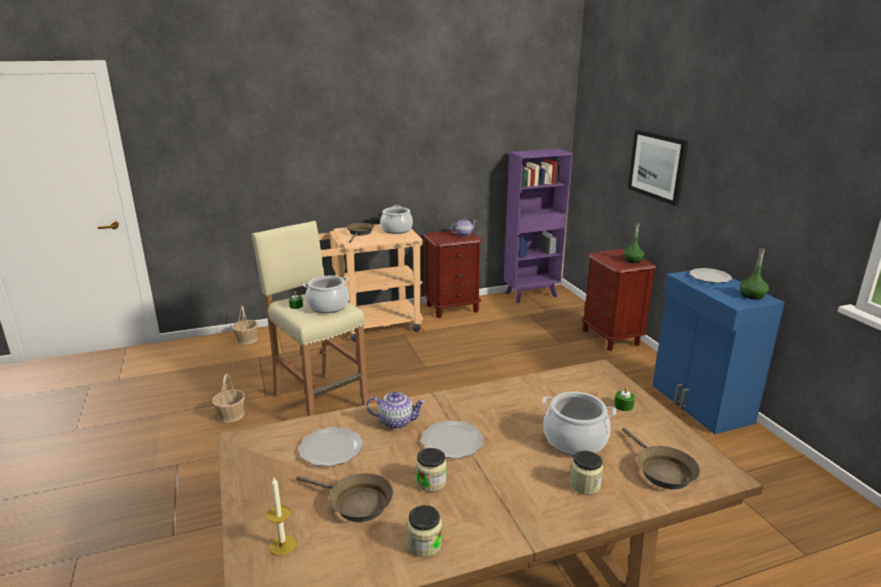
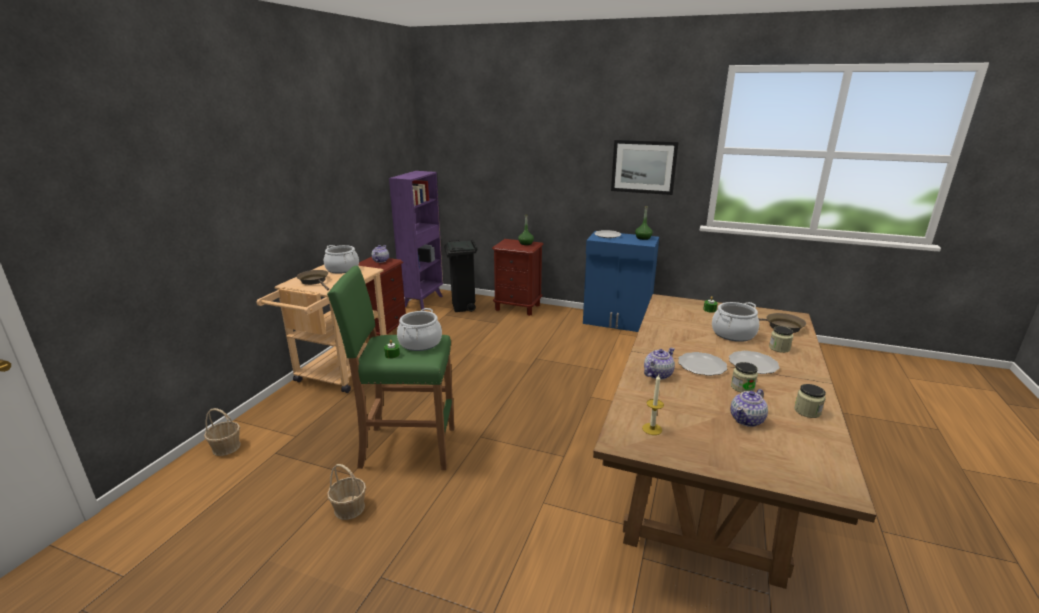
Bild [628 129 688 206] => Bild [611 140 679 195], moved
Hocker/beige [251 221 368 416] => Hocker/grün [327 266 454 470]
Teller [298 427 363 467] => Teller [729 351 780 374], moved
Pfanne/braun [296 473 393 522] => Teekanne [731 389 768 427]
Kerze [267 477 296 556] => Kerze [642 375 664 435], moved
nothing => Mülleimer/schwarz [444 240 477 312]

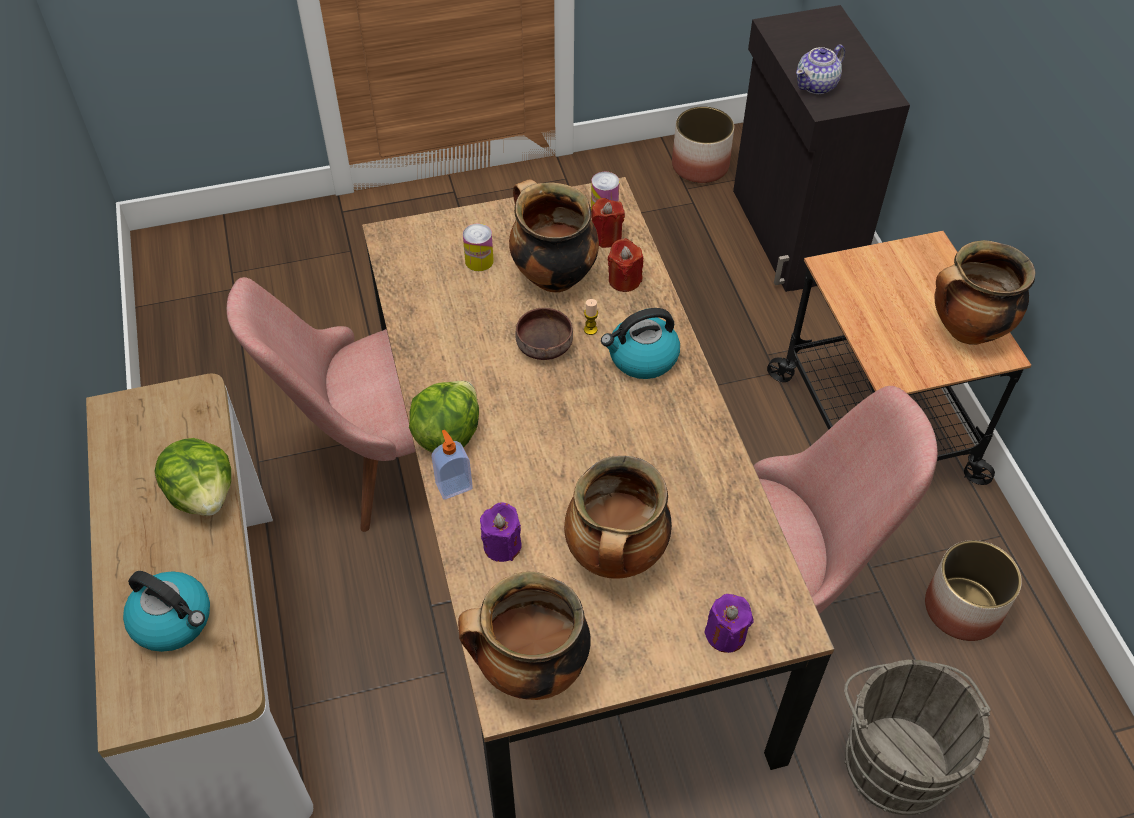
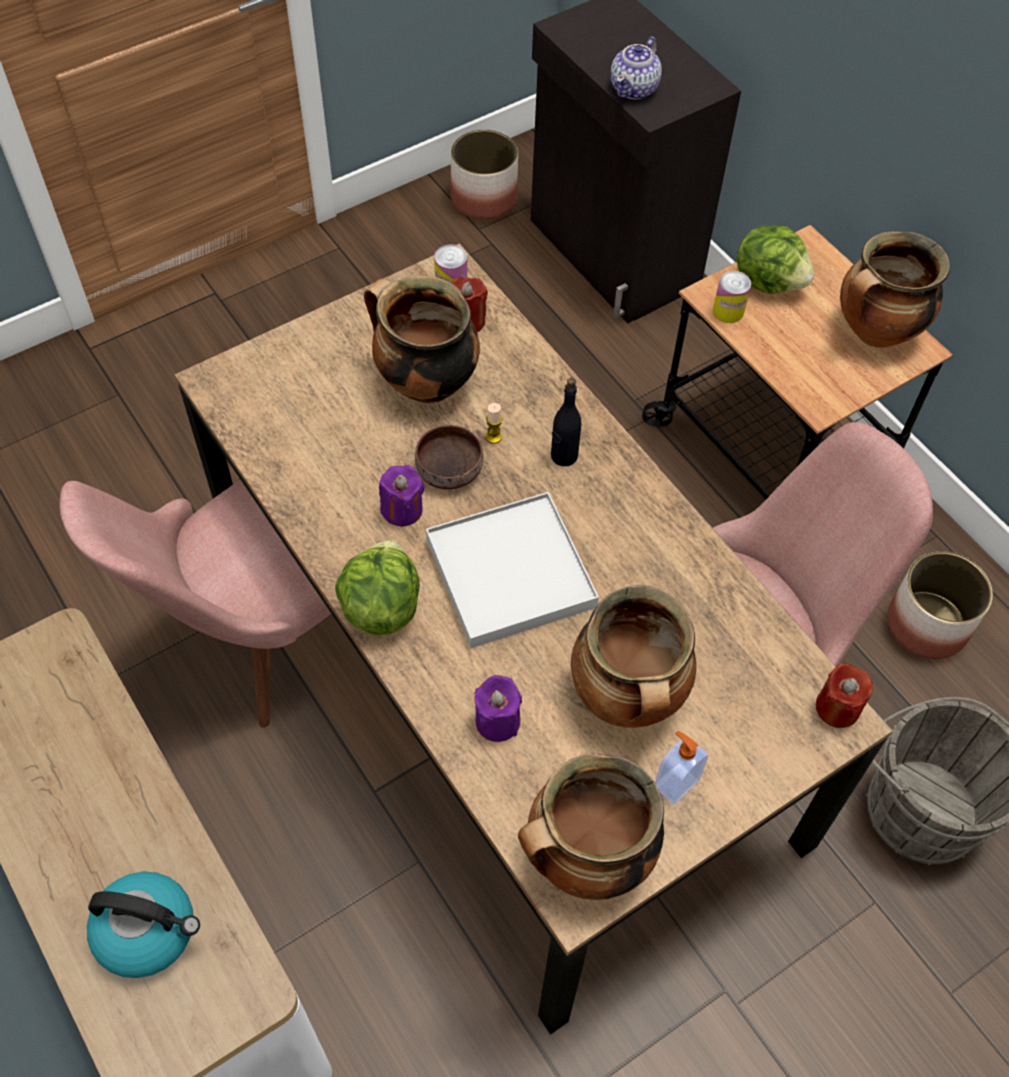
Dose [463 223 494 271] => Dose [713 271 751 323], moved
Kerze/rot [608 238 643 292] => Kerze/rot [816 662 873 728], moved
Wasserkessel [601 308 680 379] => Flasche/schwarz [551 378 581 466]
Seifenspender [432 430 473 500] => Seifenspender [655 731 709 805], moved
Salatkopf [154 438 231 516] => Salatkopf [736 226 815 294], moved
Kerze/lila [704 594 754 653] => Kerze/lila [379 465 425 526], moved
nothing => Tablett/weiß [426 492 599 648]

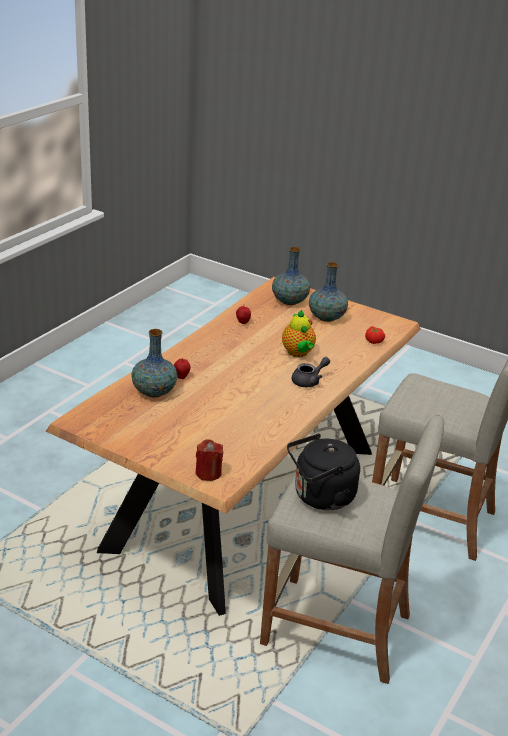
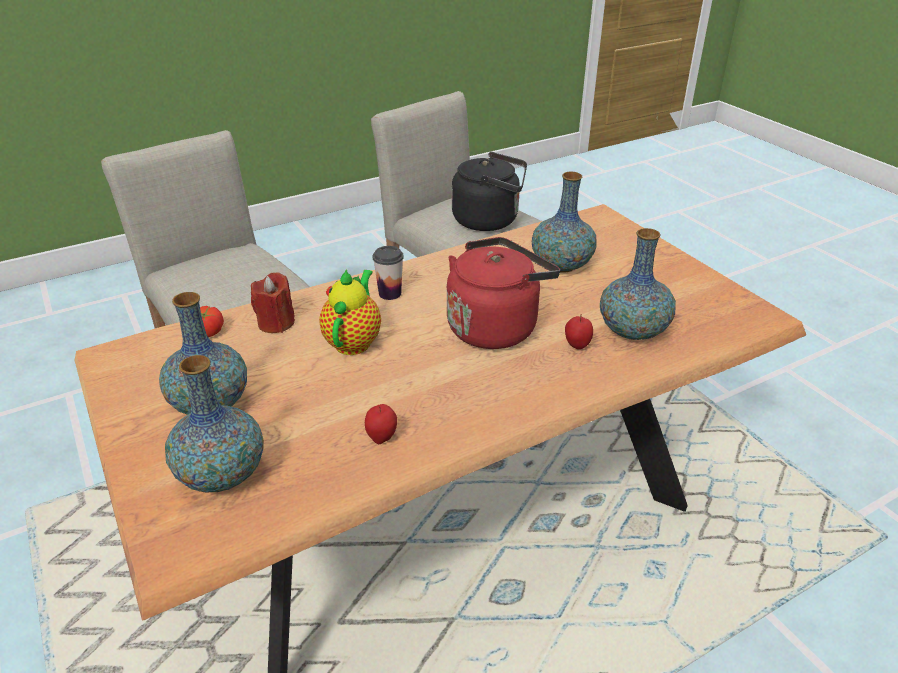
Teekanne/grau [292 357 330 387] => Tasse [373 246 404 300]
Kerze/rot [195 439 223 481] => Kerze/rot [251 272 295 333], moved
nothing => Vase [532 172 597 273]
nothing => Wasserkessel/rot [447 237 560 349]

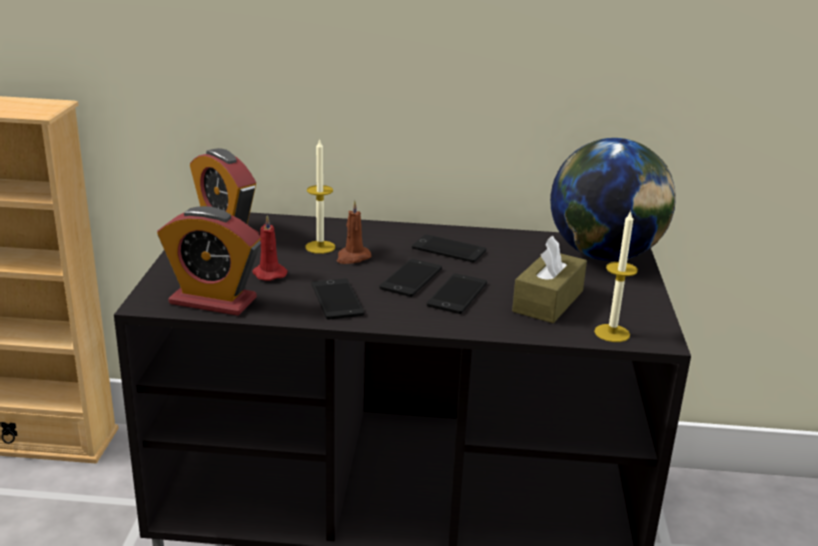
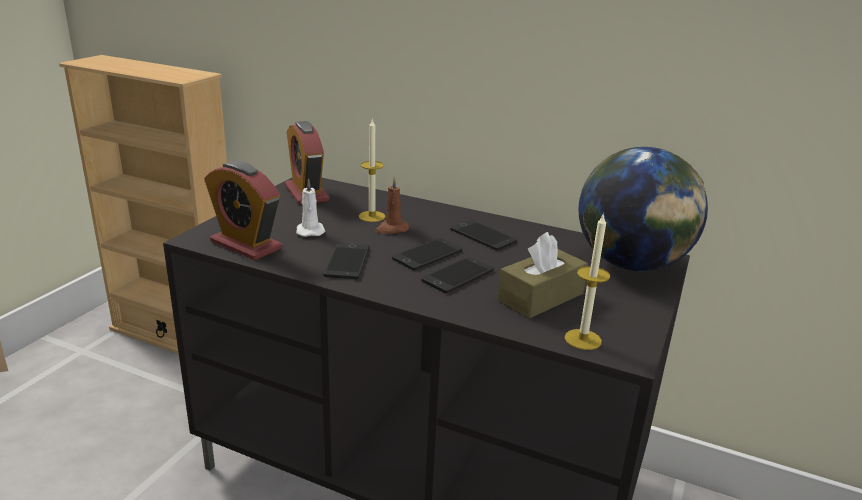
Kerze/rot [252 215 288 281] => Kerze/weiß [296 178 325 237]

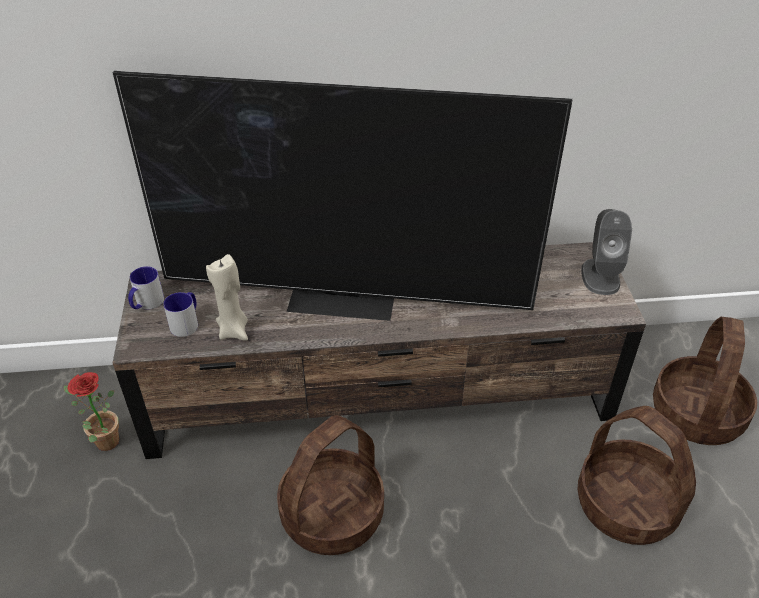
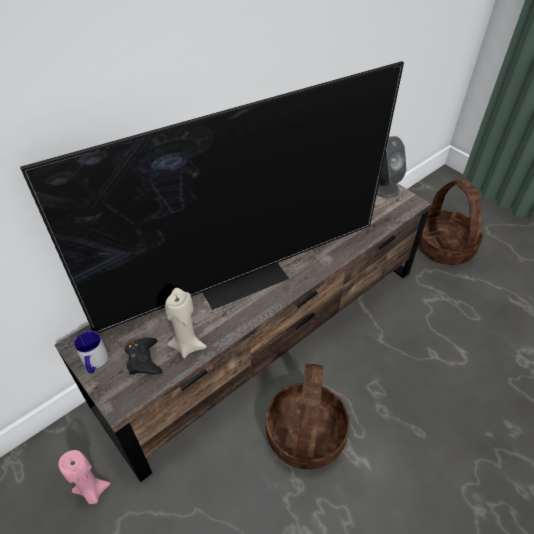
Henkelbecher [163 292 198 337] => Gamepad/schwarz [125 338 163 375]
Topfpflanze [64 372 119 451] => Kerze/rosa [58 450 110 504]
Korb [578 406 696 545] => nothing

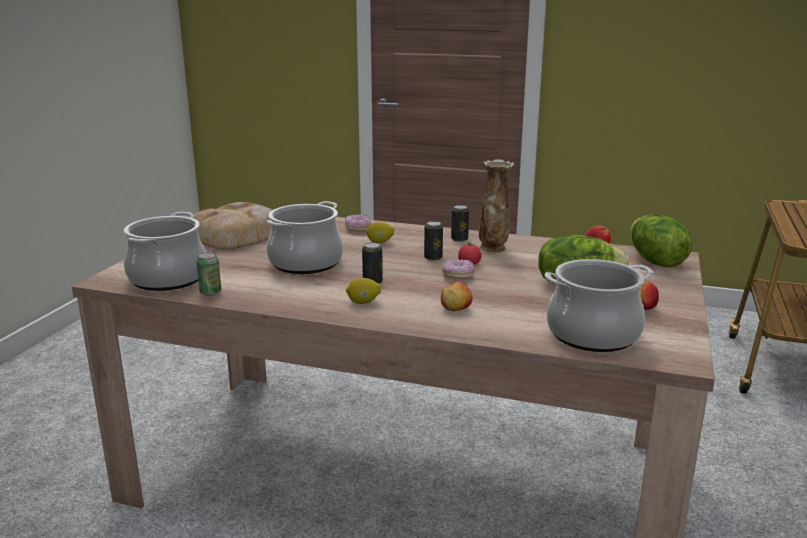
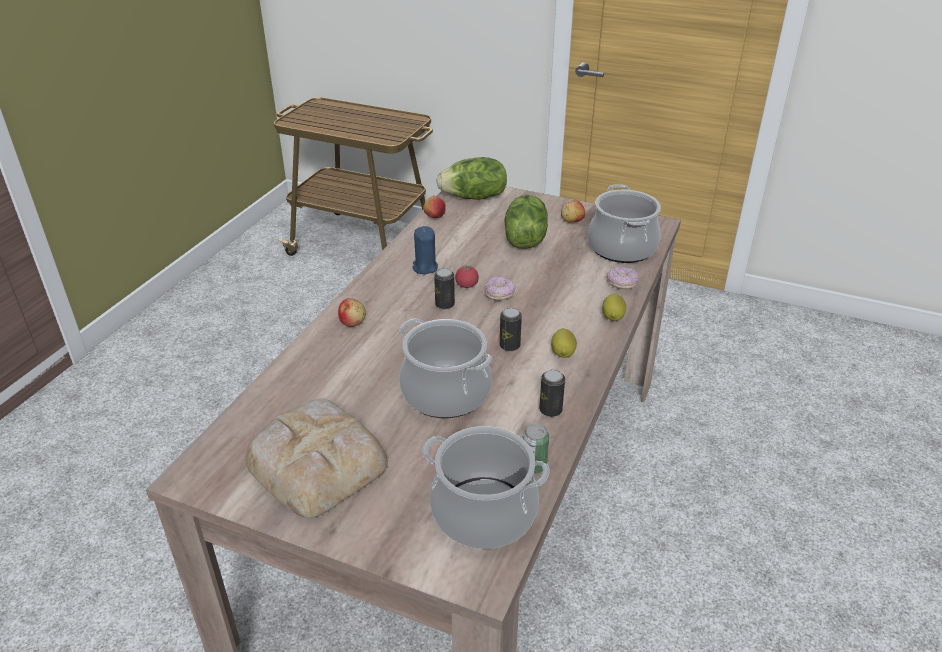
Vase [478 159 514 253] => Kerze/blau [413 226 438 274]
Dose [451 205 469 242] => Dose [539 370 565 417], moved
Donut [345 214 371 232] => Donut [607 266 638 290], moved
Zitrone [366 222 395 243] => Zitrone [602 294 627 321], moved
Apfel [441 282 472 311] => Apfel [338 298 366 327], moved

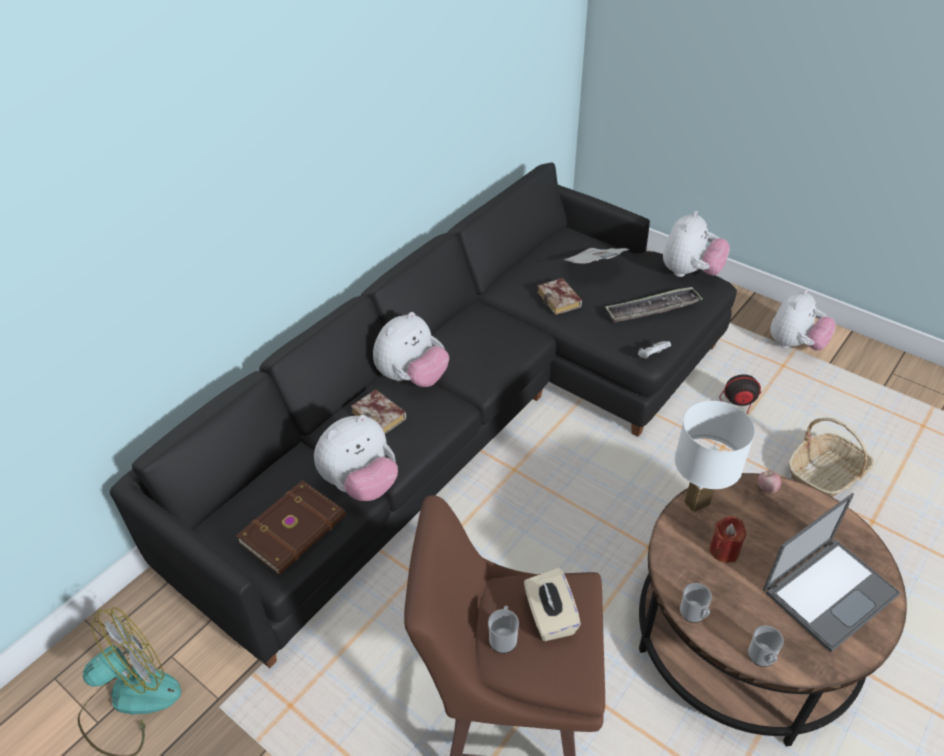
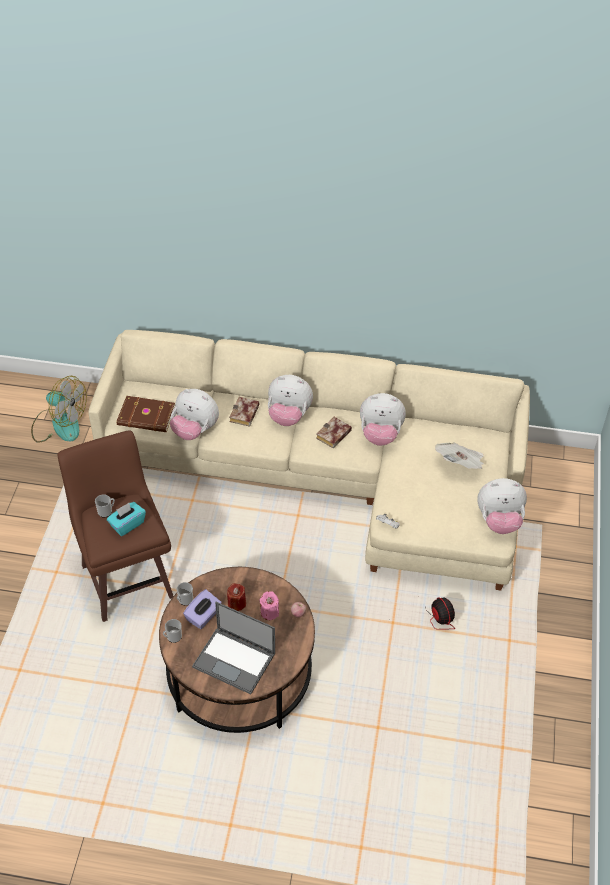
Sofa/schwarz [110 163 737 668] => Sofa/beige [88 330 530 591]
Buch [537 278 582 315] => Buch [316 417 352 449], moved
Tablett [605 286 703 323] => nothing
Plüschtier [771 289 836 351] => Plüschtier [360 393 406 446], moved
Tischlampe/weiß [675 401 755 513] => nothing
Korb [788 418 874 497] => nothing
Taschentuchbox/beige [524 568 581 641] => Taschentuchbox/türkis [107 502 146 536]
nothing => Taschentuchbox/lila [183 589 221 629]
nothing => Kerze/rosa [259 591 279 620]

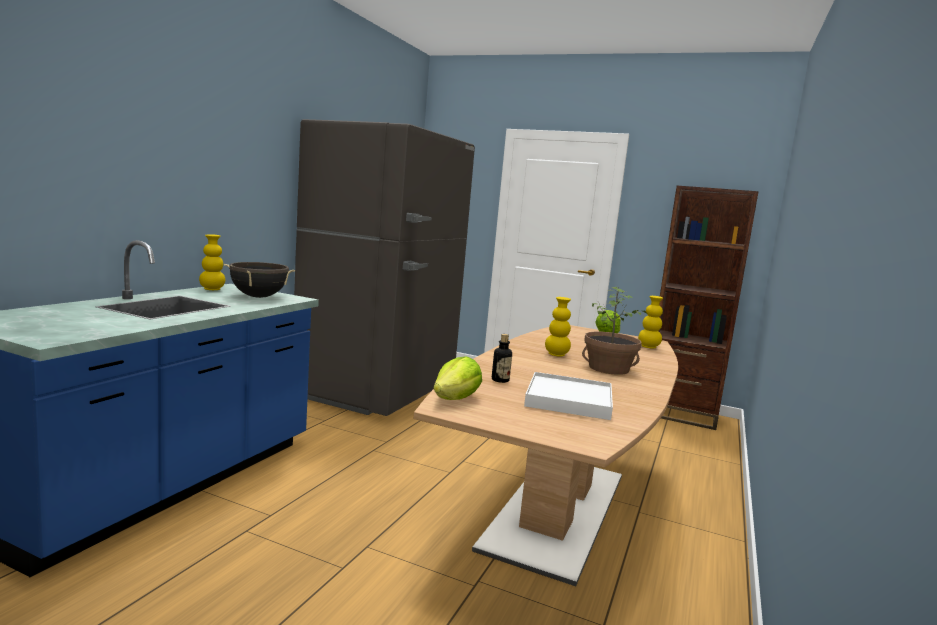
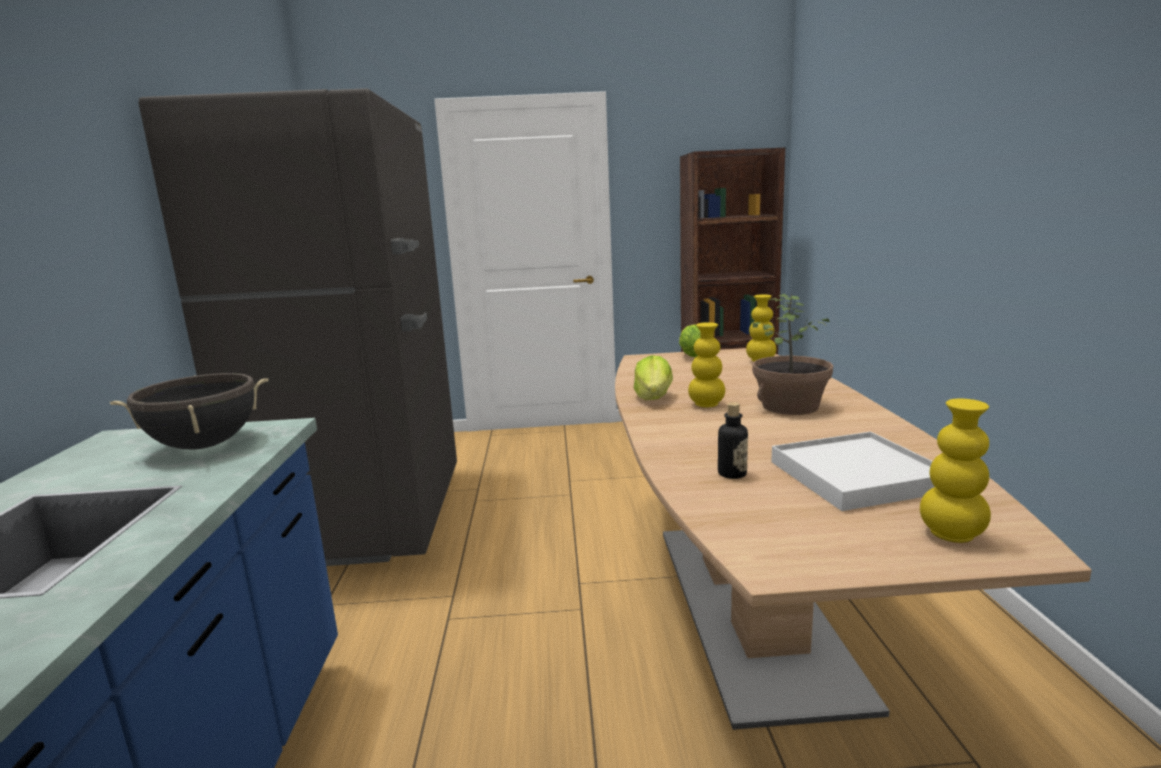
Vase/gelb [199 234 225 290] => Vase/gelb [920 399 991 543], moved
Salatkopf [433 357 482 400] => Salatkopf [634 355 673 400], moved

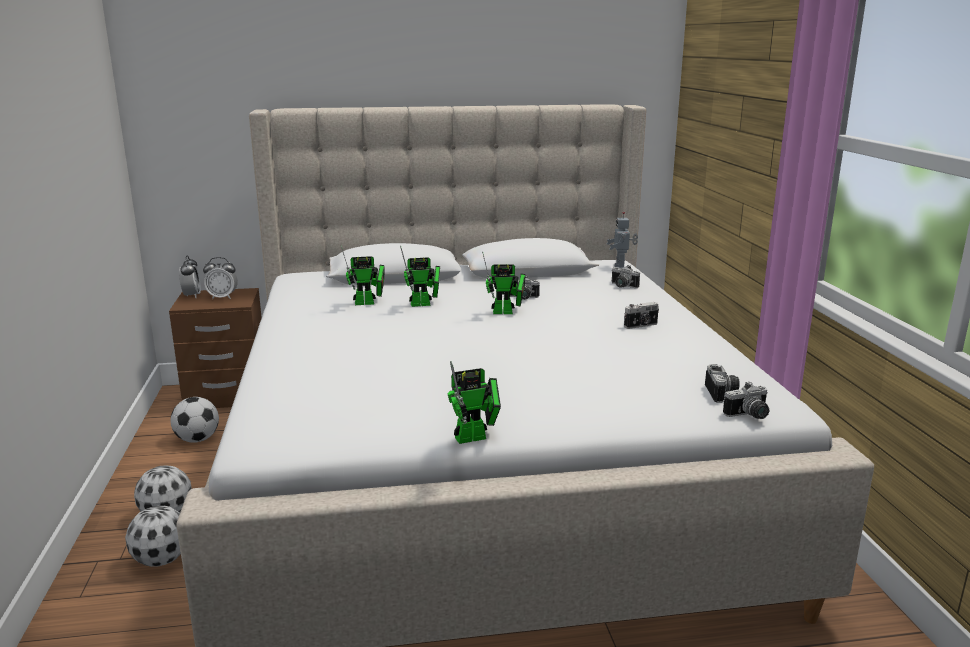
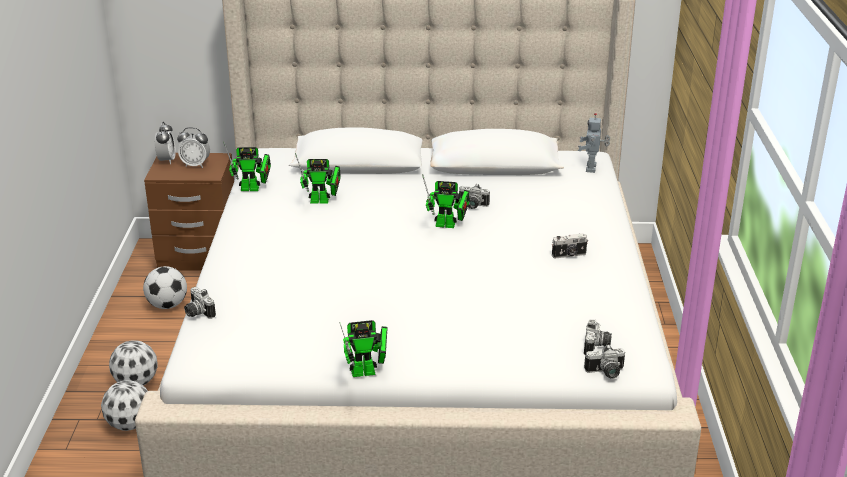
Spielzeugroboter [400 246 440 307] => Spielzeugroboter [223 141 271 191], moved
Kamera [612 265 640 288] => Kamera [184 287 216 319], moved

